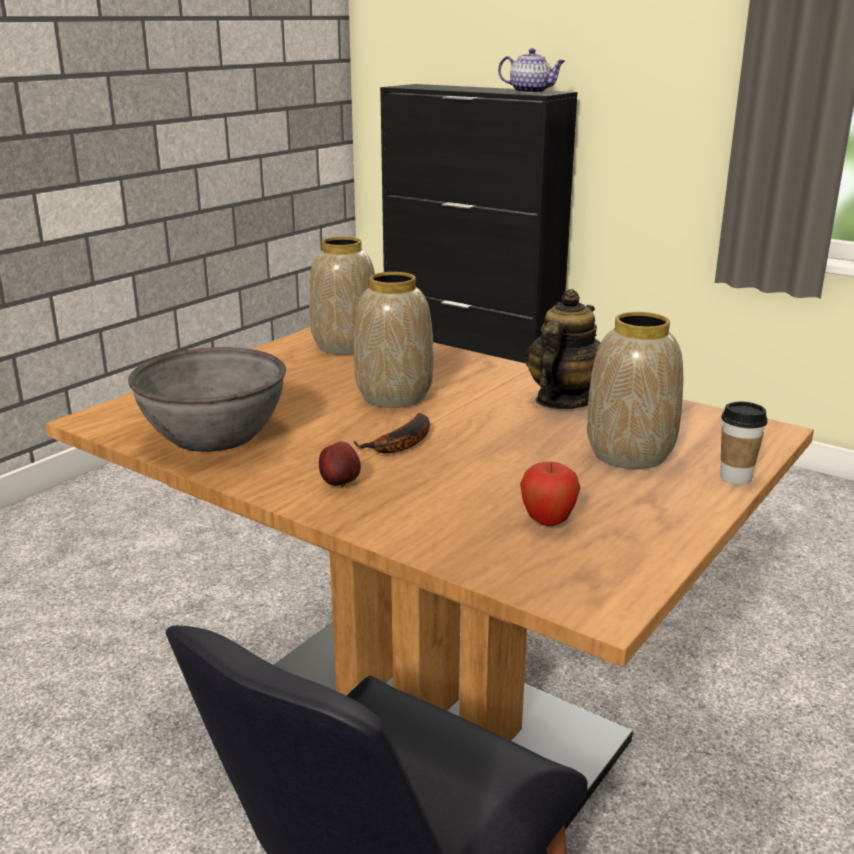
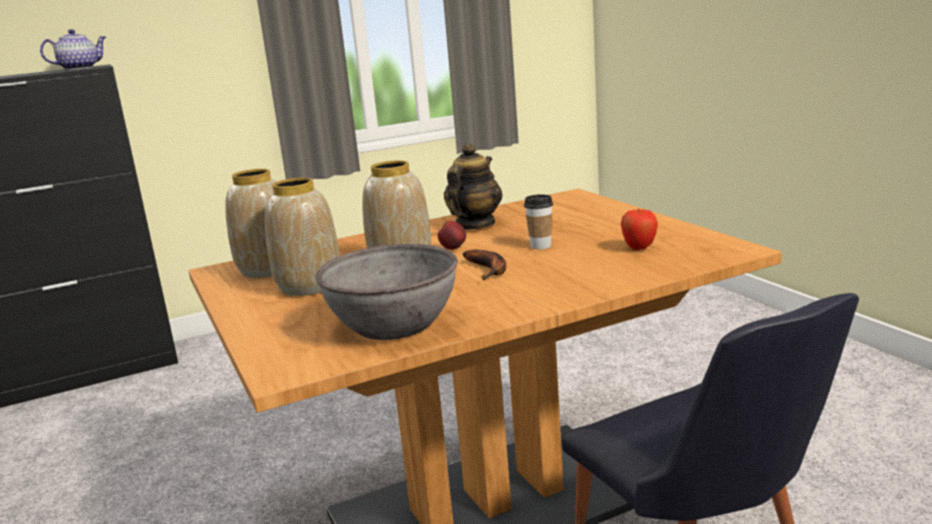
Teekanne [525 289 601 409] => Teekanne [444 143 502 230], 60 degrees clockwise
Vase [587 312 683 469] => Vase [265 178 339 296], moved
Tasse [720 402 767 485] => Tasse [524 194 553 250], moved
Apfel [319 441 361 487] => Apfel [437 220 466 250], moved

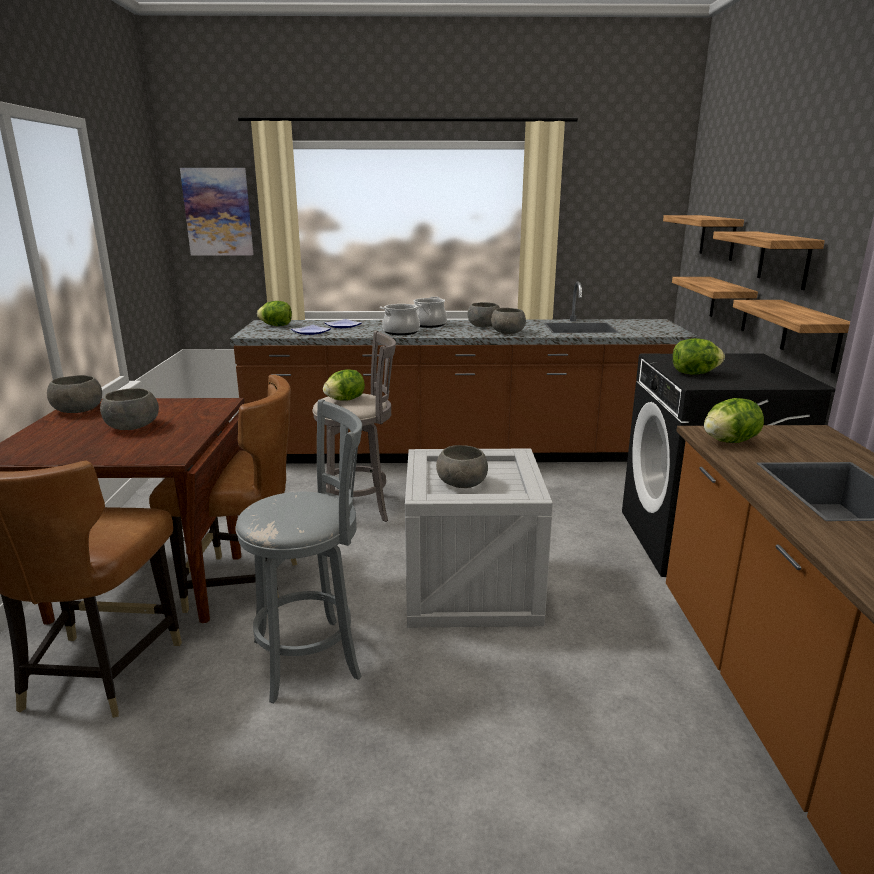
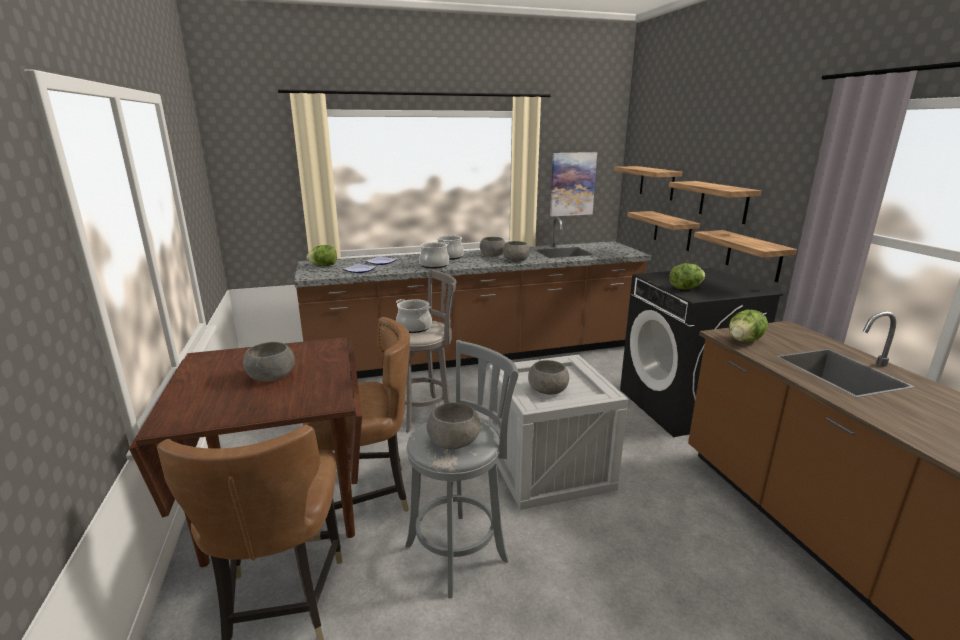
Bild [180 168 254 255] => Bild [550 152 597 216], moved
Salatkopf [323 370 365 401] => Kochtopf [396 299 432 333]
Schüssel/grau [47 375 102 413] => Schüssel/grau [427 402 481 449], moved

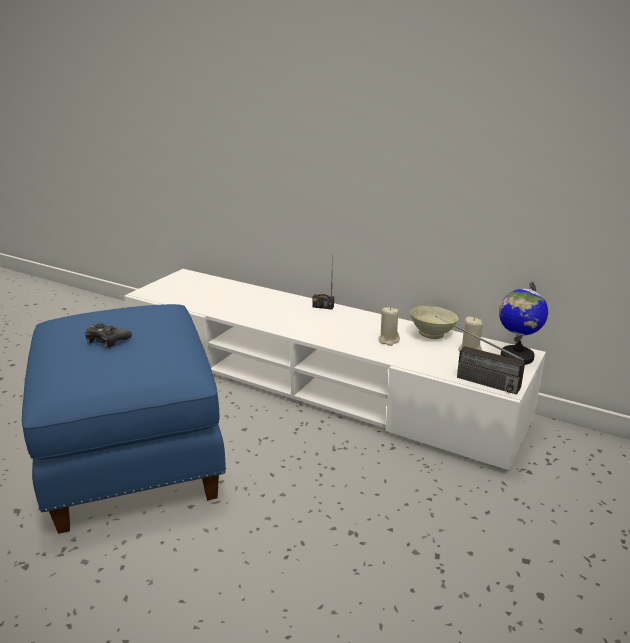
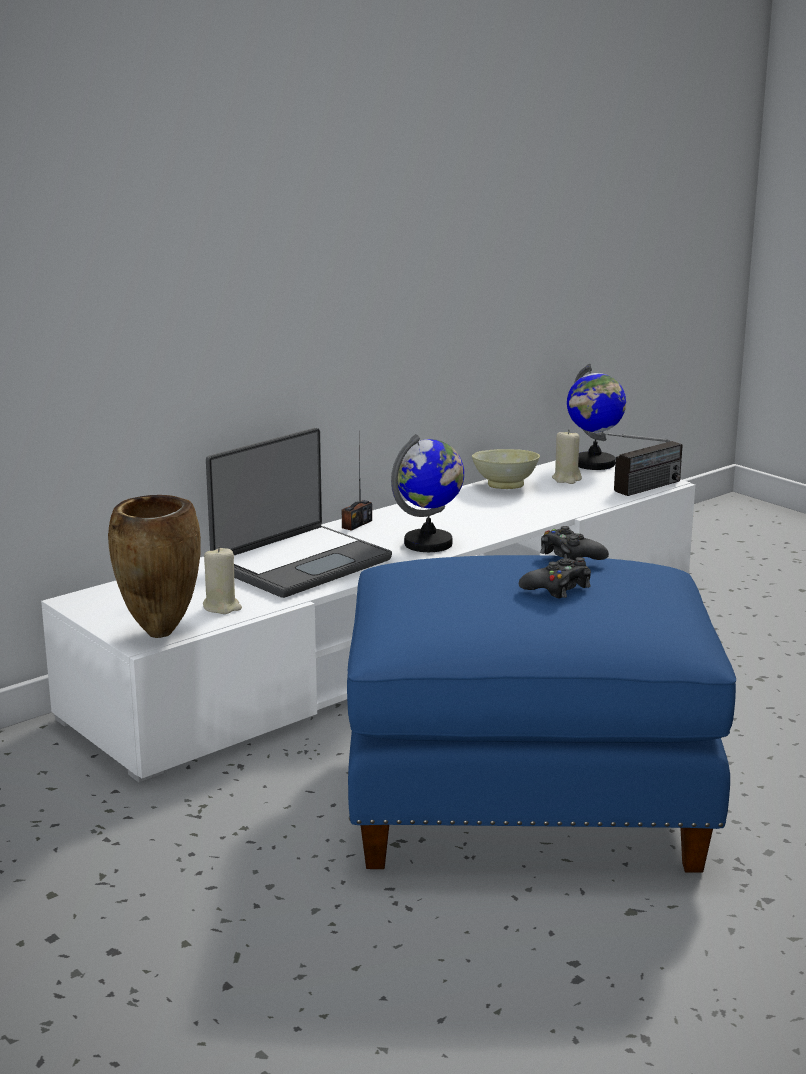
Kerze/beige [378 307 400 346] => Kerze/beige [203 546 242 614], moved
nothing => Laptop [206 428 392 598]
nothing => Globus [391 434 464 552]
nothing => Vase/braun [108 495 201 638]
nothing => Gamepad/schwarz [540 526 609 561]

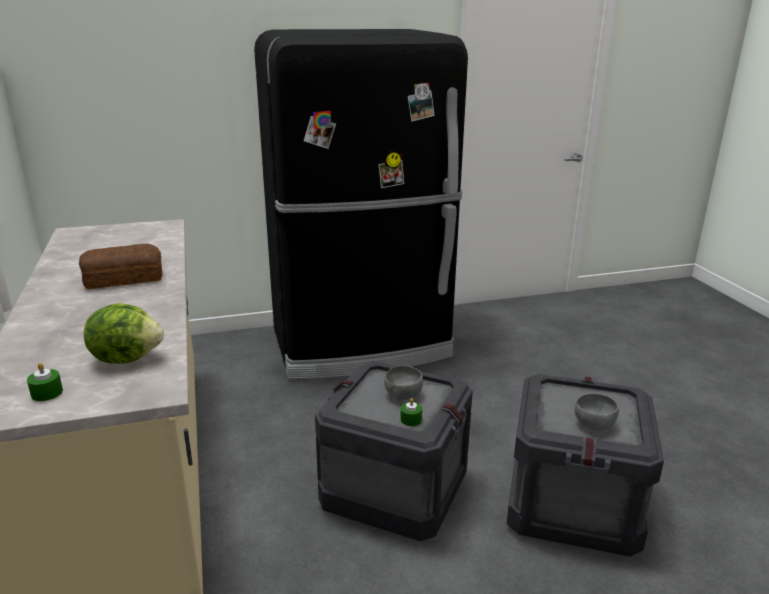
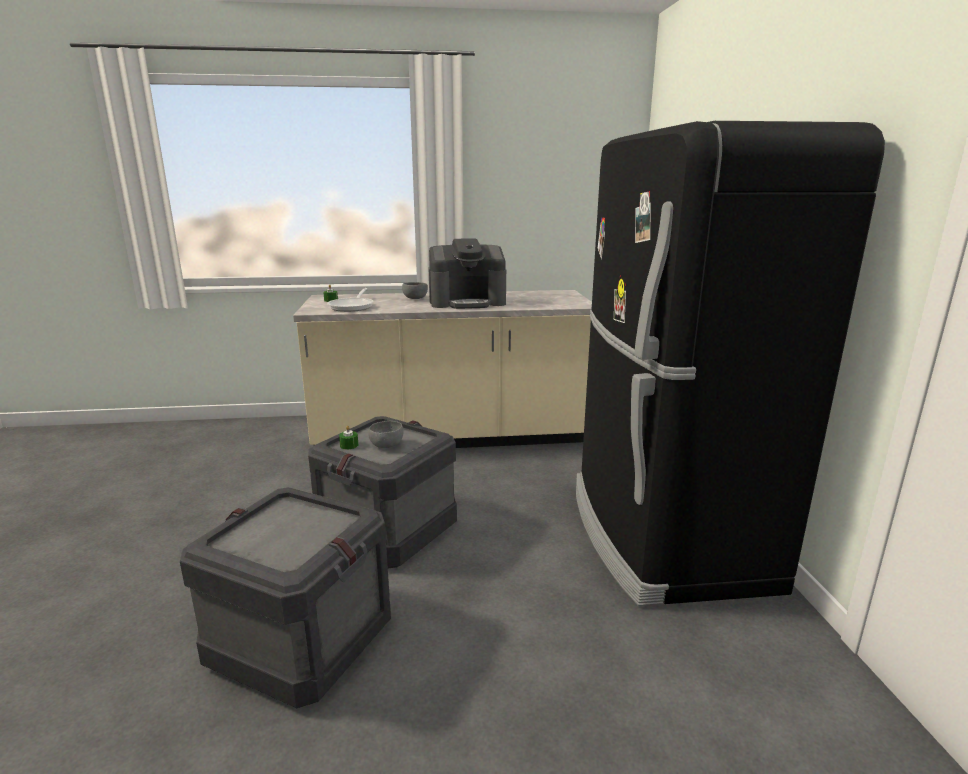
Brot [79 244 162 289] => Kaffeemaschine [429 238 506 309]
Salatkopf [84 303 164 364] => Pfanne [327 288 373 312]
Schüssel/grau [574 393 619 430] => Schüssel/grau [402 282 428 299], moved

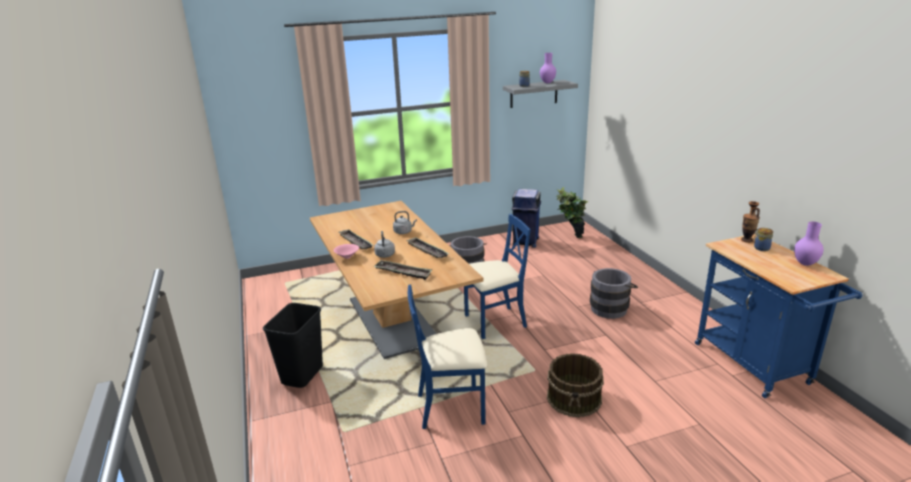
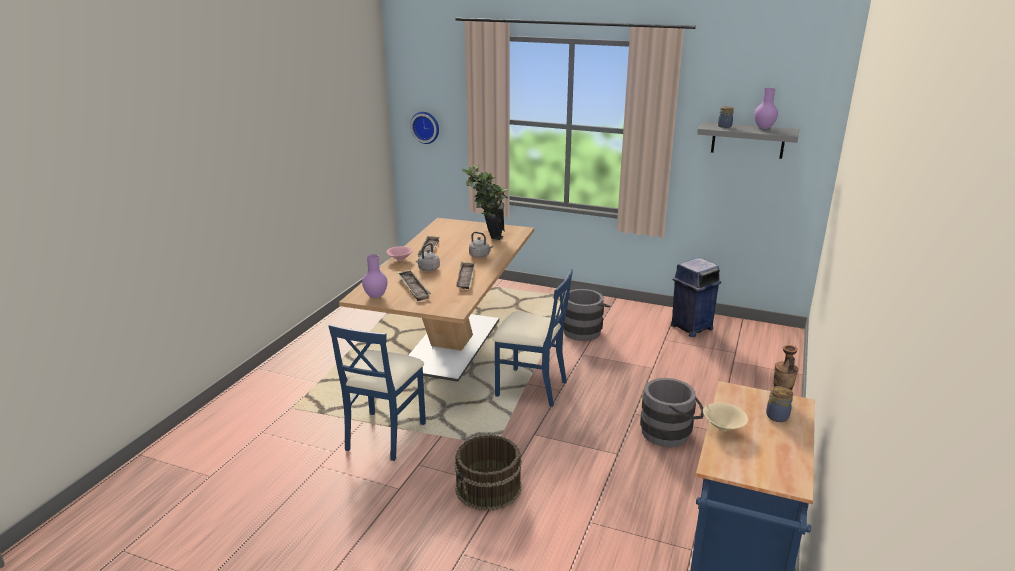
Topfpflanze [557 187 589 238] => Topfpflanze [462 164 508 240], moved
Vase/lila [794 221 824 266] => Vase/lila [362 254 387 298], moved
Stuhl/blau [408 284 487 429] => Stuhl/blau [328 324 426 461], 105 degrees counterclockwise
Mülleimer/schwarz [263 303 323 388] => nothing
nothing => Wanduhr [410 112 439 144]
nothing => Schüssel/beige [703 403 748 431]

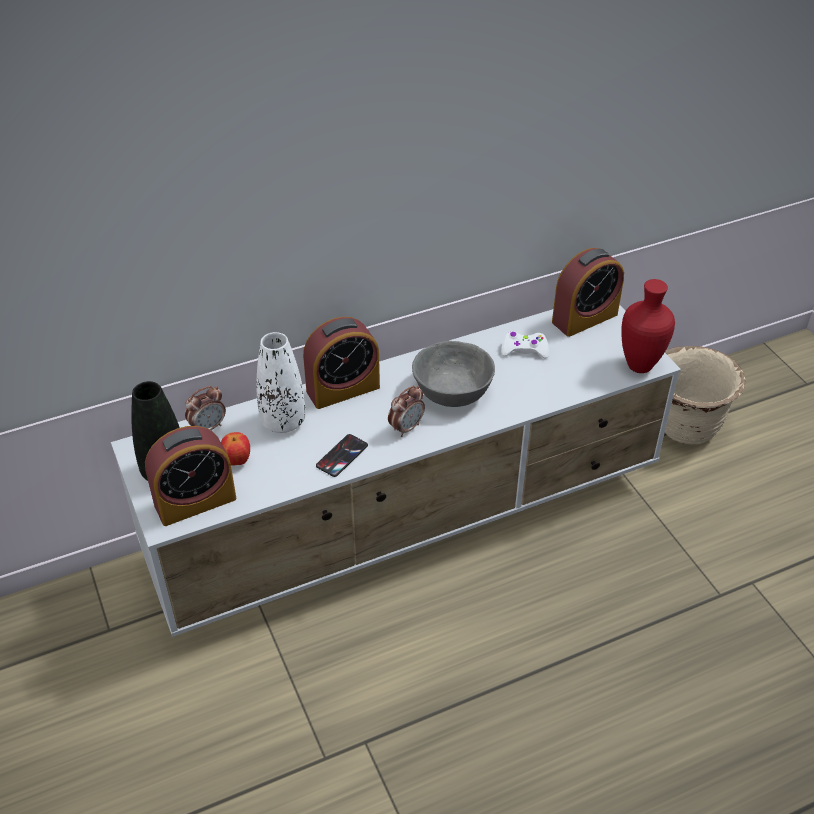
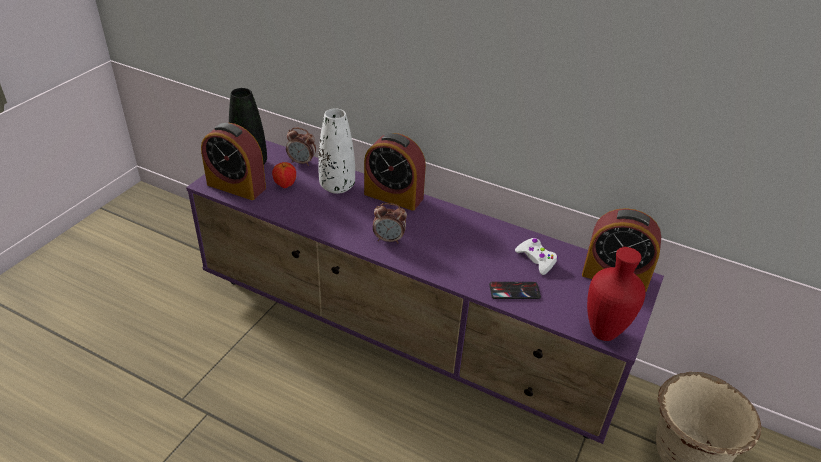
Fernsehschrank/weiß [111 304 681 637] => Fernsehschrank/lila [186 140 664 444]
Schüssel/grau [412 341 495 407] => nothing
Handy [316 434 368 477] => Handy [489 282 541 299], moved

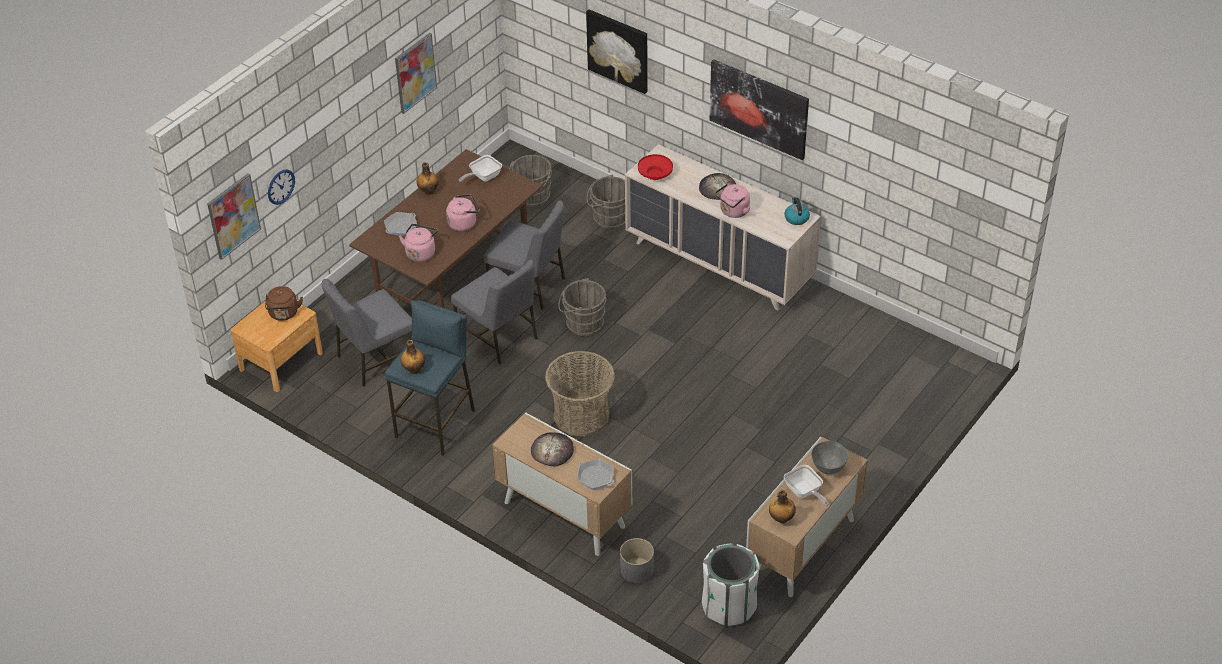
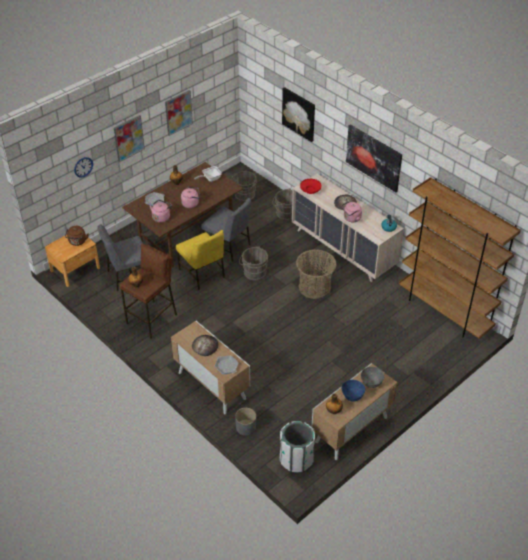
Bild [207 173 261 260] => Bild [114 115 145 162], moved
Stuhl/grau [451 259 538 365] => Stuhl/gelb [176 230 225 290]
Hocker/blau [385 300 475 456] => Hocker/braun [120 244 177 339]
Korb [545 351 615 437] => Korb [296 250 337 299], moved
Pfanne [784 465 829 506] => Schüssel/blau [341 380 365 402]
nothing => Bücherregal/braun [399 177 521 339]

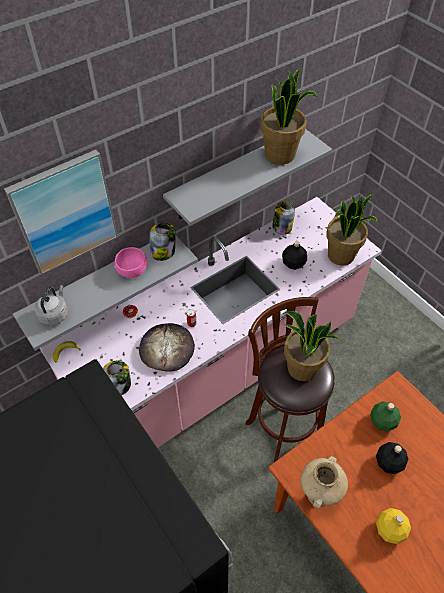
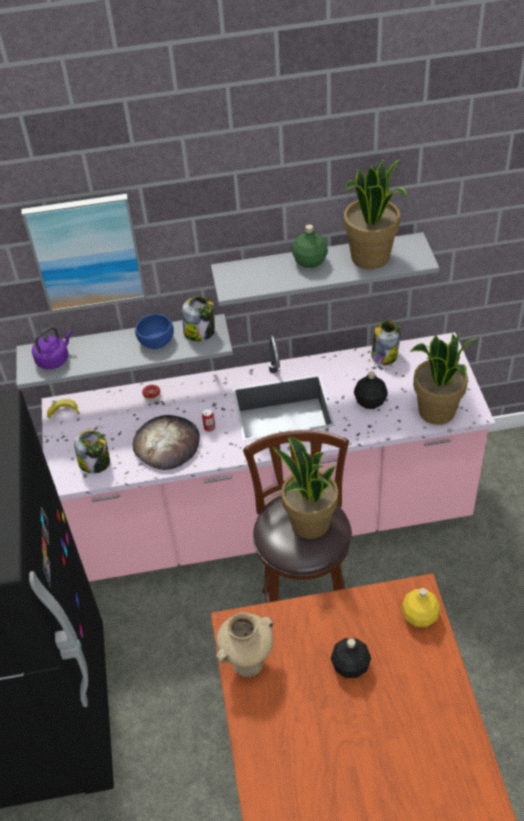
Schüssel/rosa [114 247 147 278] => Schüssel/blau [135 314 174 349]
Wasserkessel/grau [34 285 68 326] => Wasserkessel/lila [32 327 72 369]
Flasche/grün [370 401 401 432] => Flasche/grün [292 224 328 268], moved
Flasche/gelb [376 508 411 544] => Flasche/gelb [401 588 440 627], moved

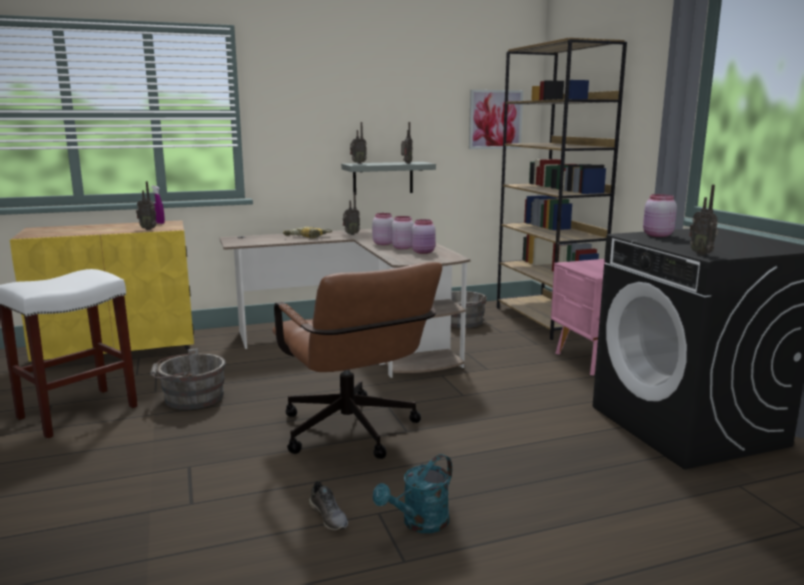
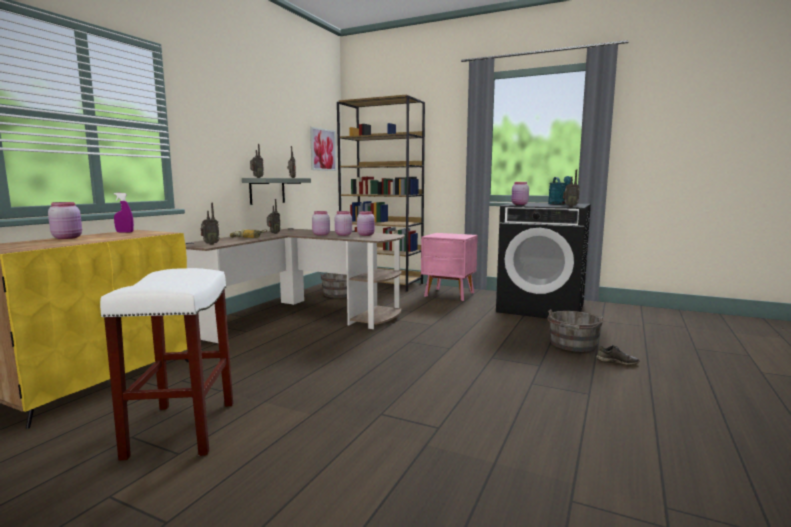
Radio [136 181 157 230] => Radio [200 203 220 245], moved
Bürostuhl/braun [272 262 442 459] => nothing
Eimer/grau [150 348 226 410] => Eimer/grau [547 309 603 352], moved
Gießkanne/türkis [373 454 452 533] => Gießkanne/türkis [548 176 573 204], moved
Schuh/grau [309 481 348 531] => Schuh/grau [596 345 639 365], moved
nothing => Vorratsglas/rosa [48 202 82 239]

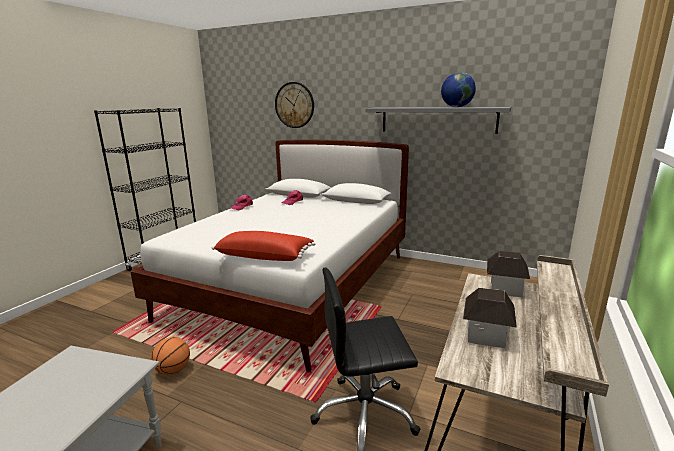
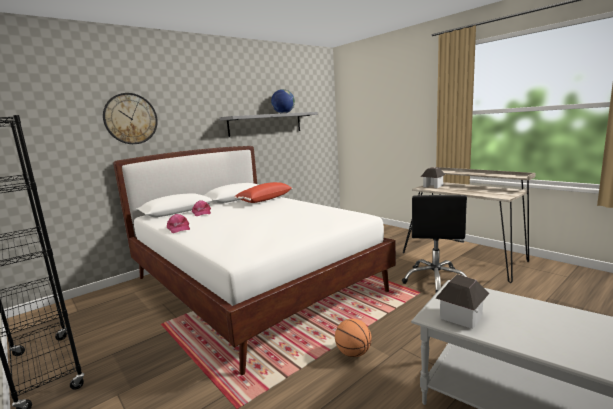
Kissen/rot [212 231 315 261] => Kissen/rot [234 182 292 203], moved
Spielzeughaus [463 288 517 348] => Spielzeughaus [436 274 489 329], moved

